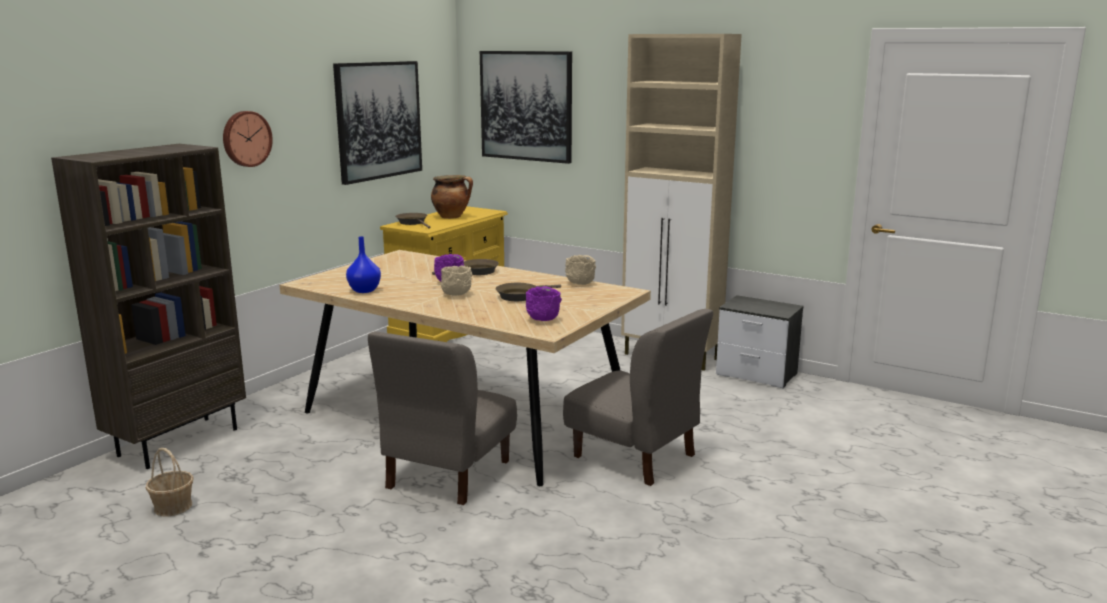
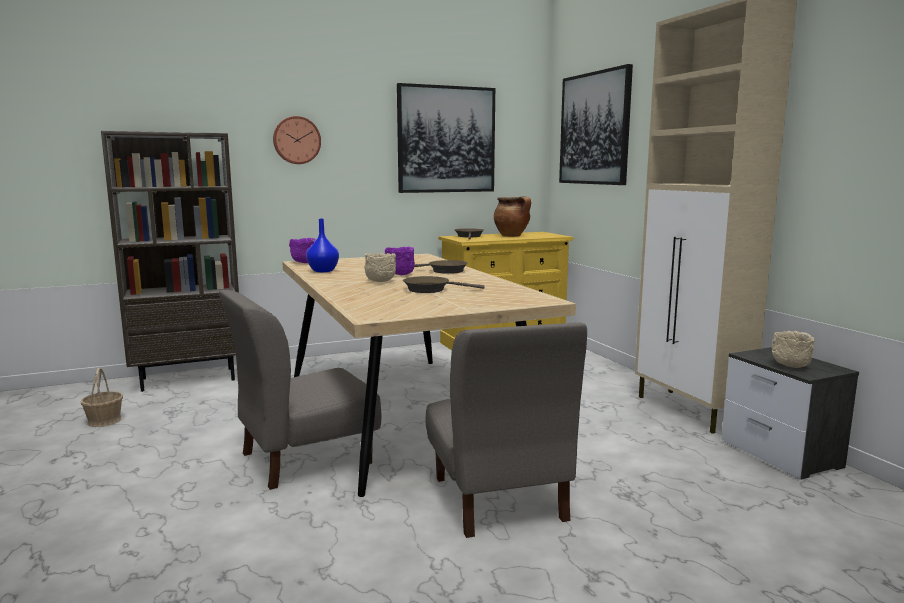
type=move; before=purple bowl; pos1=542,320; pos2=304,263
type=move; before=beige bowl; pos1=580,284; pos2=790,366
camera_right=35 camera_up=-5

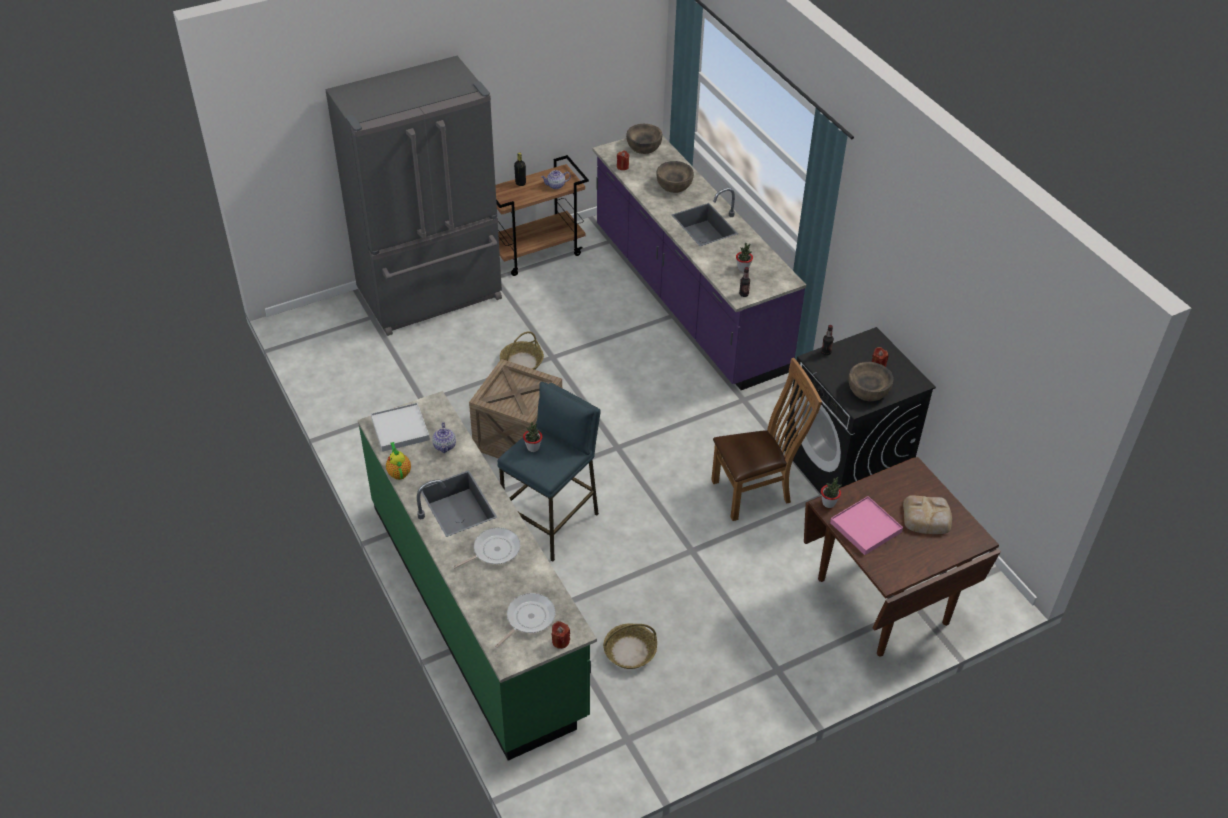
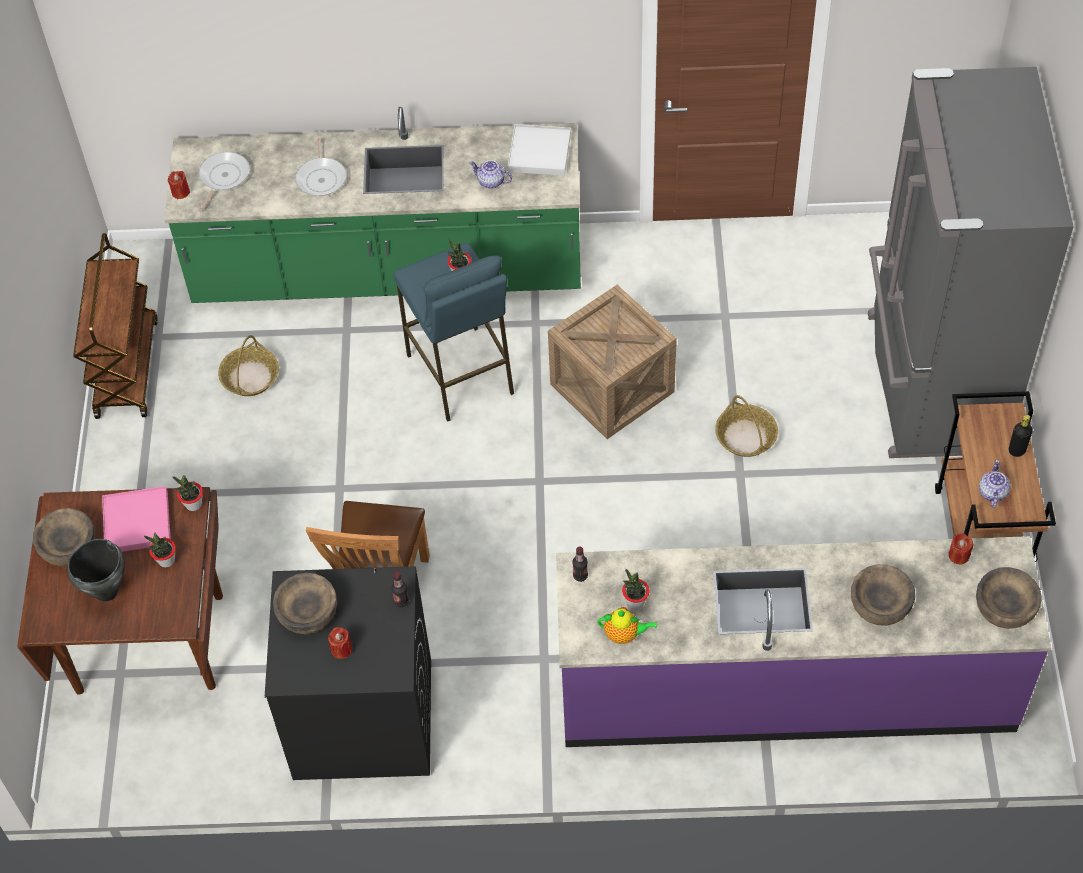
type=insert; after=brown bowl; pos2=69,546
type=replace; before=bread; after=black cooking pot; pos1=927,518; pos2=106,592
type=insert; after=brown cart; pos2=126,367
type=insert; after=potted plant; pos2=166,560
type=rotate; before=frying pan; pos1=528,618; pos2=223,177; turn=-135
type=move; before=teapot; pos1=399,472; pos2=624,635
camera_right=120 camera_up=10

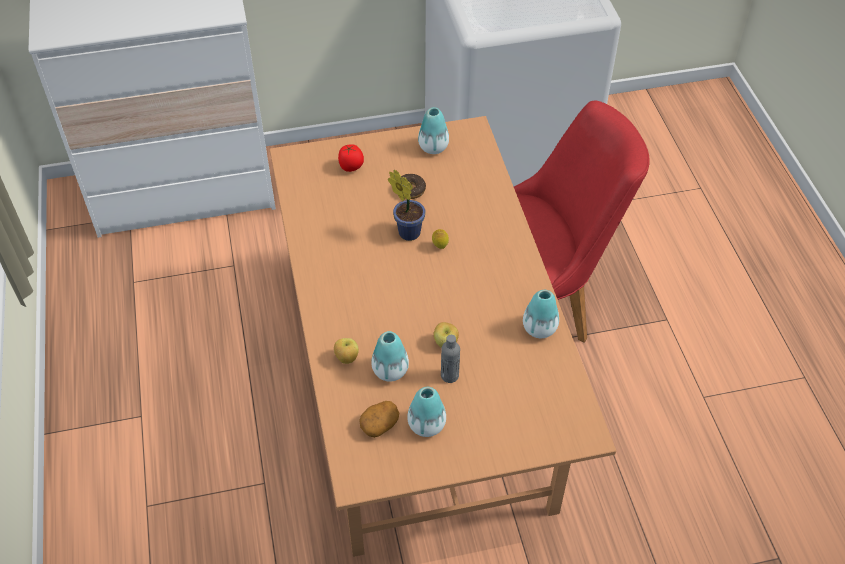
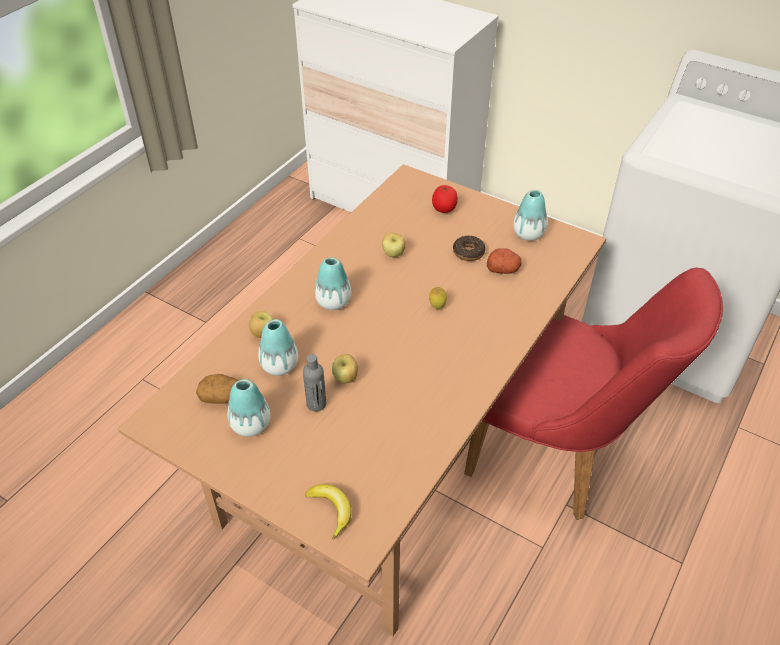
type=insert; after=banana; pos2=331,510
type=move; before=vase; pos1=539,328; pos2=333,302
type=insert; after=apple; pos2=394,254
type=insert; after=potato; pos2=503,269
type=delete; before=potted plant; pos1=407,231
camera_right=45 camera_up=-5

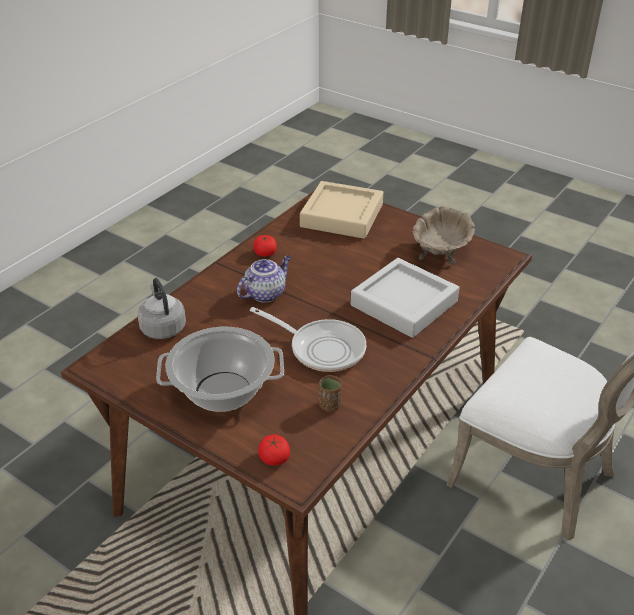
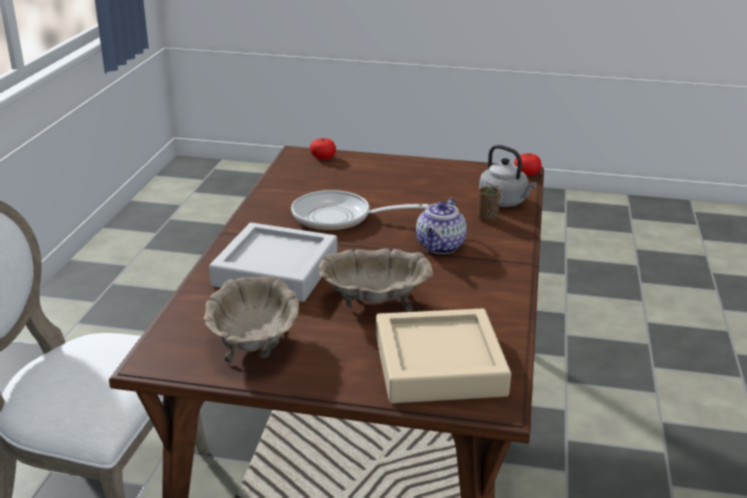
type=insert; after=beige bowl; pos2=374,303
type=move; before=brown cup; pos1=330,405; pos2=487,218
type=move; before=tomato; pos1=265,253; pos2=527,173
type=delete; before=cooking pot; pos1=222,392
camera_right=155 camera_up=-10

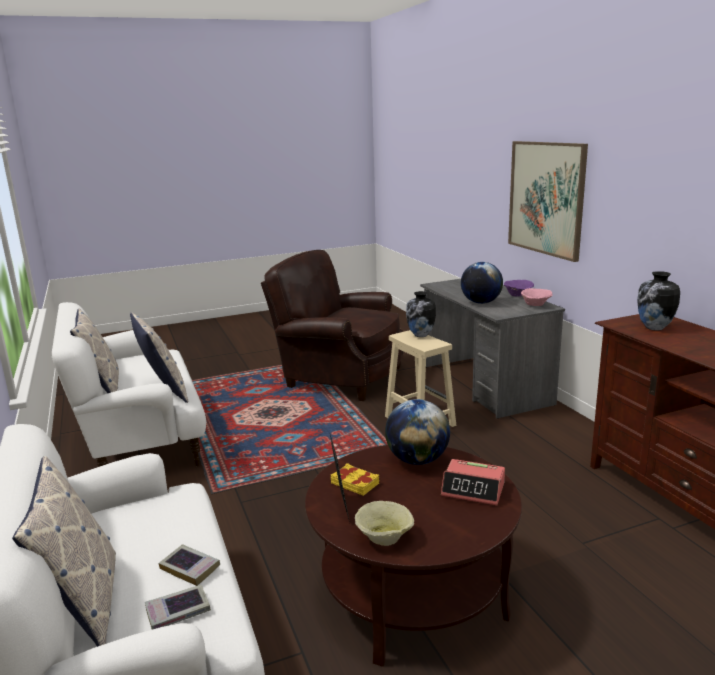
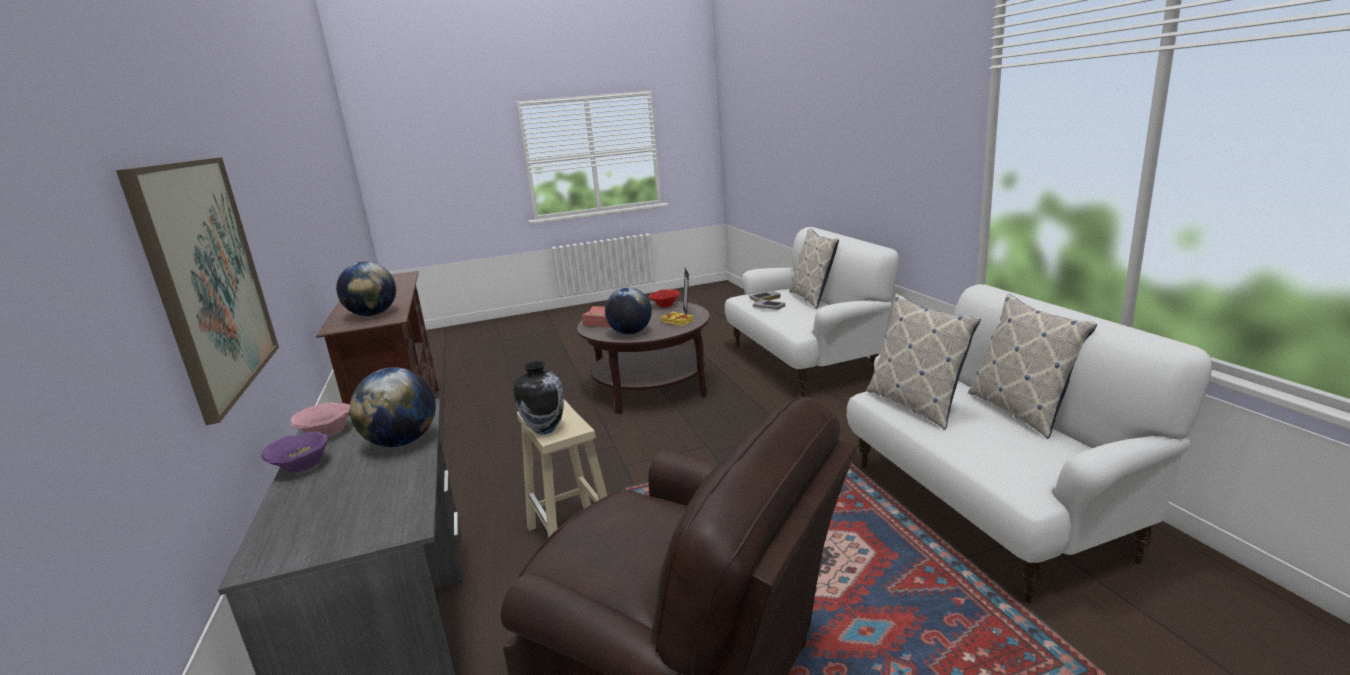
type=replace; before=vase; after=globe; pos1=654,328; pos2=373,314
type=recolor; before=beige bowl; after=red bowl; pos1=385,537; pos2=664,306
camera_right=-175 camera_up=0

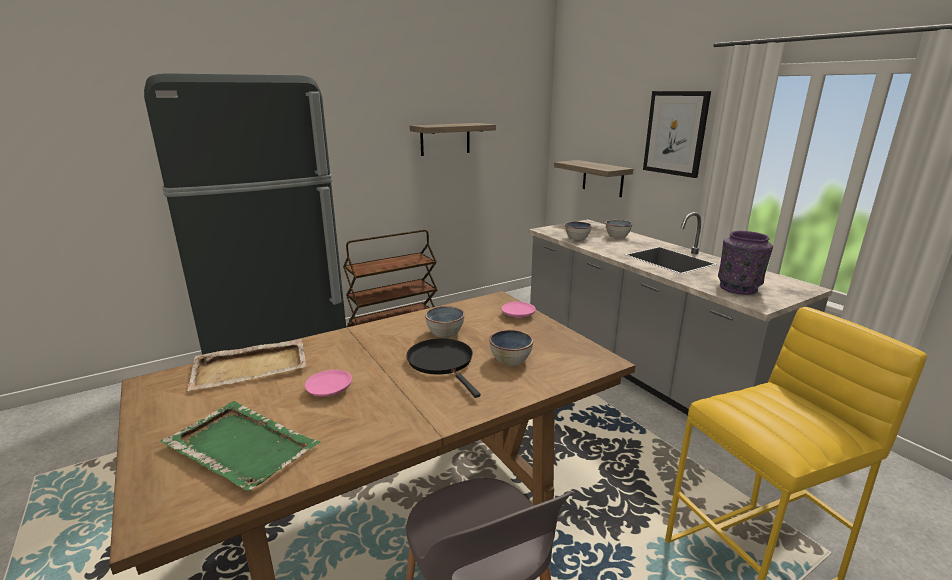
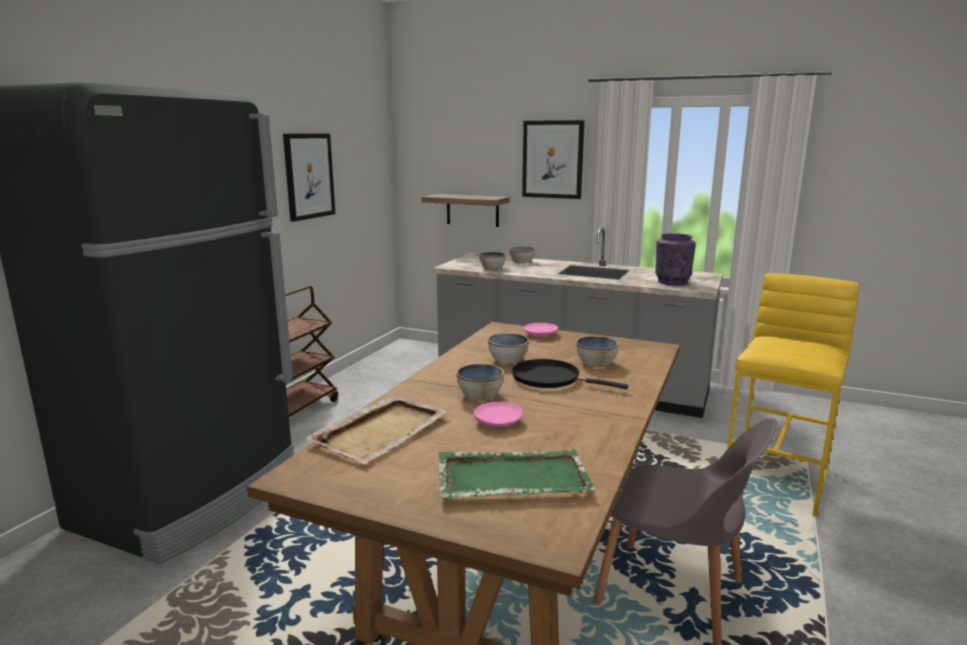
type=replace; before=shelf; after=picture; pos1=445,139; pos2=309,176
type=insert; after=bowl; pos2=480,395
camera_right=-35 camera_up=-5

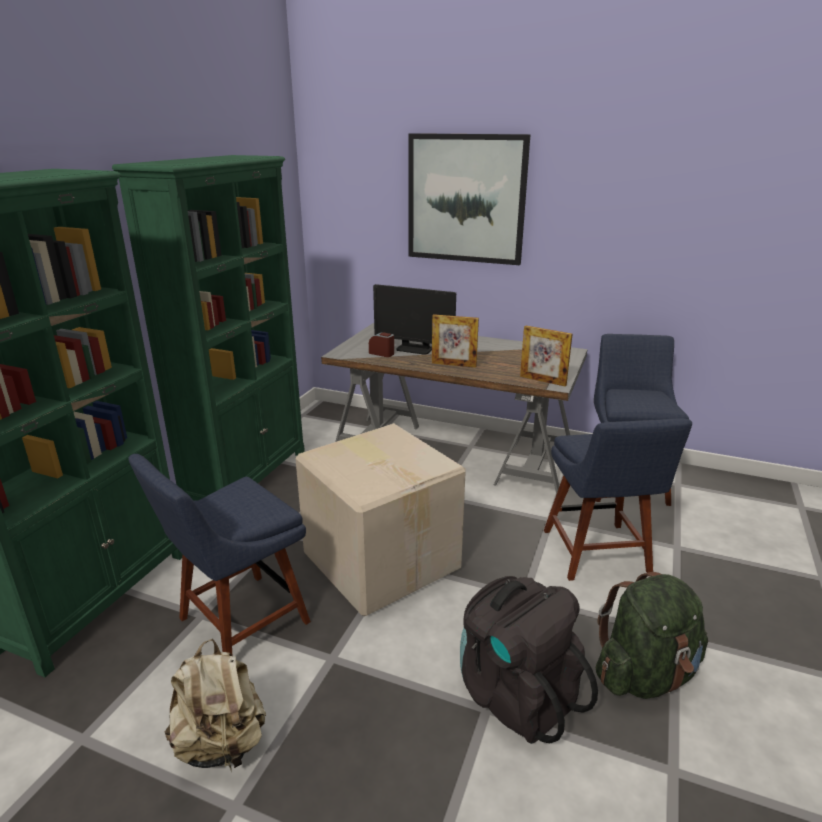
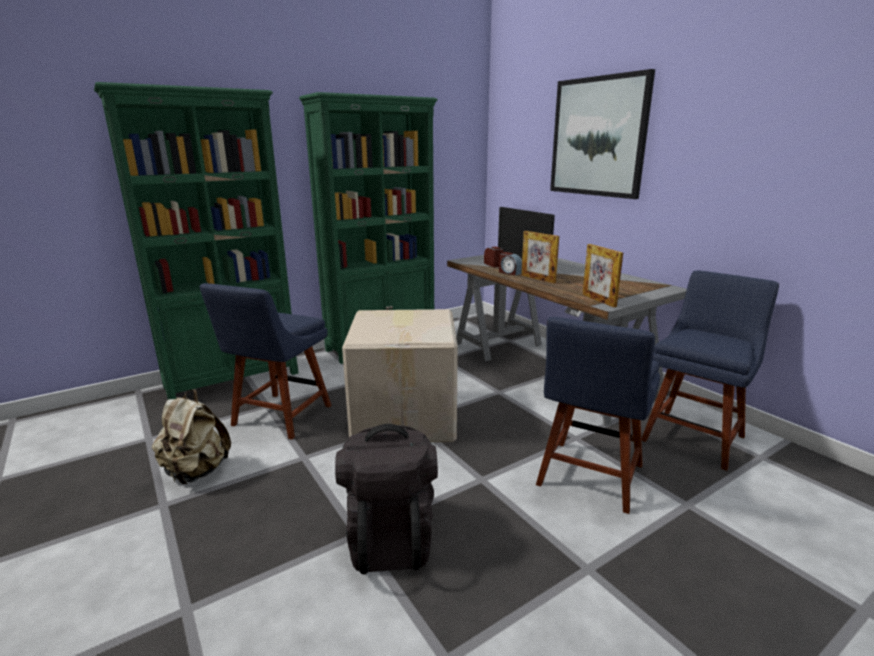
type=rotate; before=blue chair; pos1=238,624; pos2=279,418; turn=-60
type=insert; after=alarm clock; pos2=509,272
type=delete; before=green backpack; pos1=644,675
camera_right=35 camera_up=-5

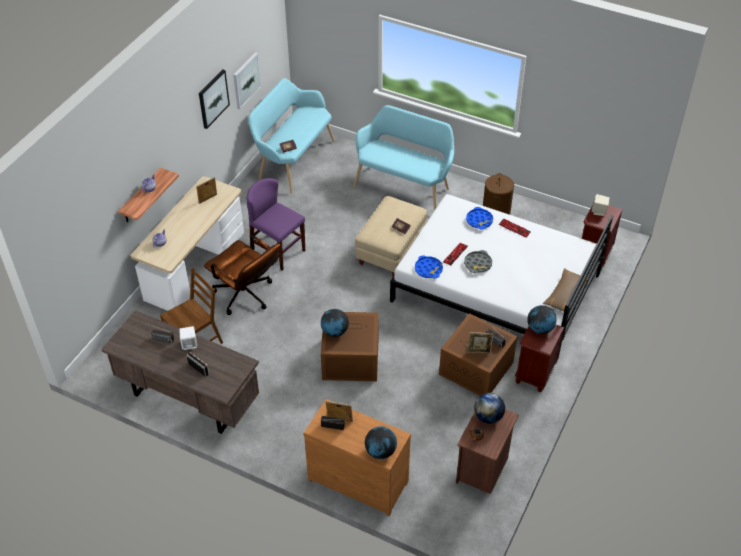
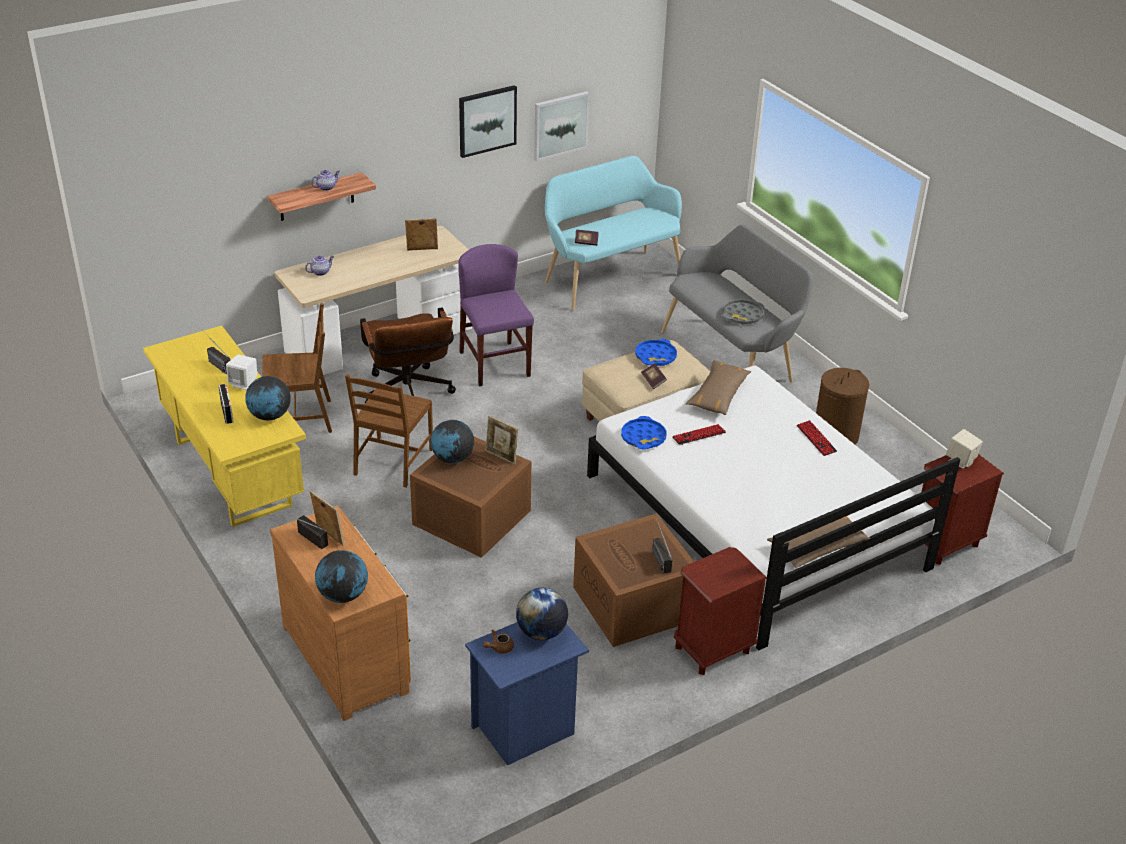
type=recolor; before=brown desk; after=yellow desk; pos1=188,399; pos2=231,473
type=move; before=globe; pos1=540,329; pos2=269,416
type=insert; after=brown chair; pos2=393,462
type=recolor; before=brown nightstand; after=blue nightstand; pos1=483,469; pos2=525,730
type=move; before=picture frame; pos1=479,351; pos2=501,456
type=move; before=blue tray; pos1=479,220; pos2=655,356
type=recolor; before=turquoise bench; after=grey bench; pos1=404,186; pos2=732,356
type=insert; after=brown pillow; pos2=718,395
type=move; before=grey tray; pos1=478,264; pos2=742,315
camera_right=30 camera_up=-10

